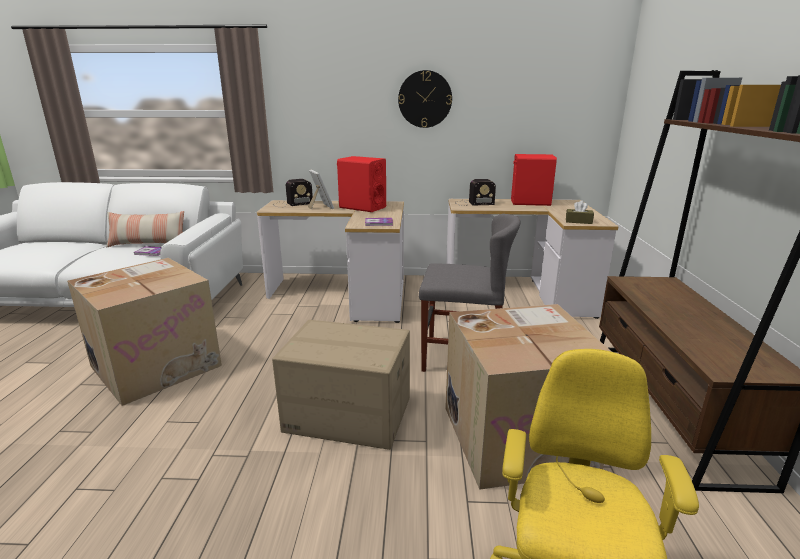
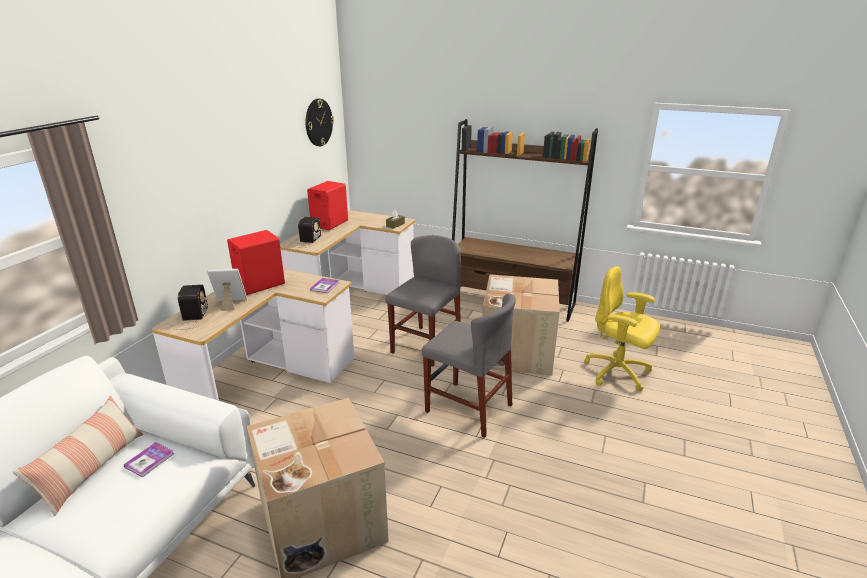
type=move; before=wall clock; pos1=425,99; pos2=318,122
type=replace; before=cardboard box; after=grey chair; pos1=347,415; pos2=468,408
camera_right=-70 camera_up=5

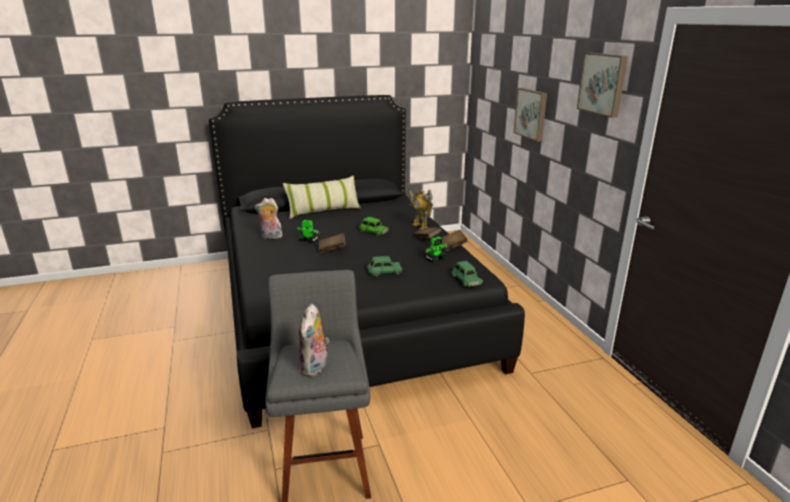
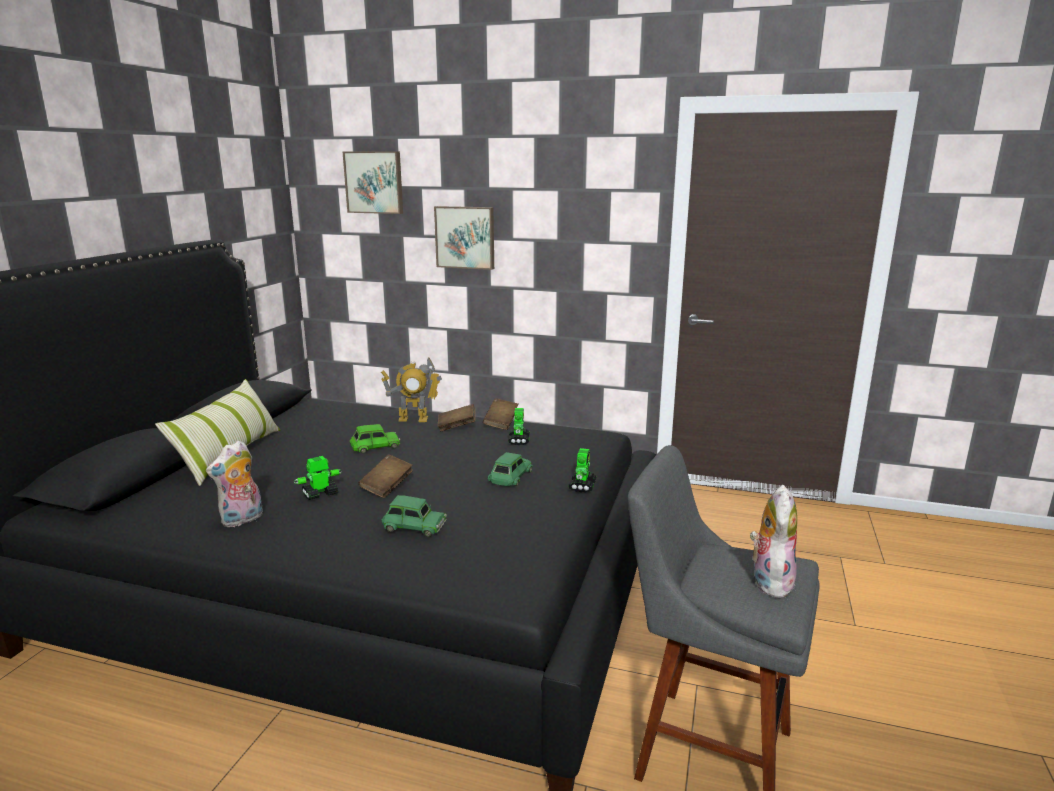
type=move; before=picture; pos1=603,84; pos2=374,182
type=move; before=green toy car; pos1=466,279; pos2=413,525
type=insert; after=toy robot; pos2=582,486
type=rotate; before=plush toy; pos1=315,367; pos2=769,580; turn=-120
camera_right=-55 camera_up=-5

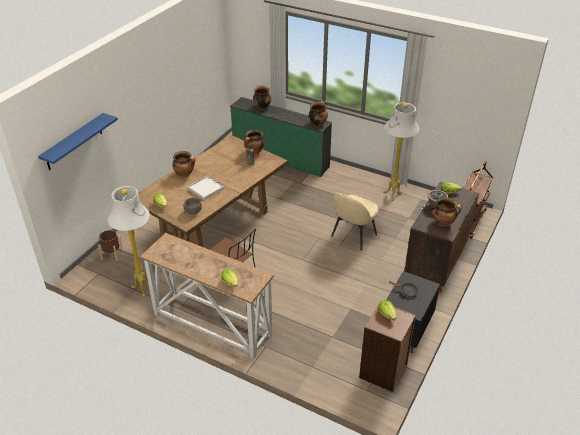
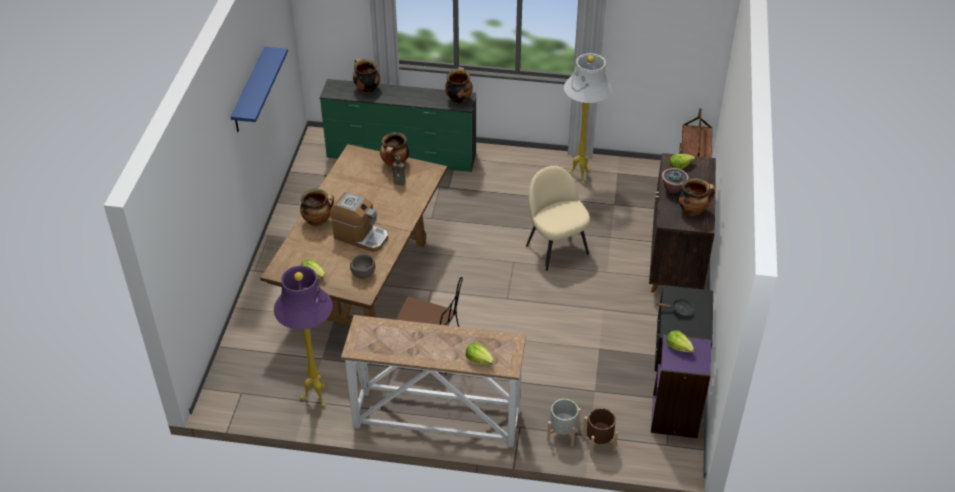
type=move; before=blue shelf; pos1=74,142; pos2=249,91
type=recolor; before=white floor lamp; after=purple floor lamp; pos1=143,288; pos2=316,396
type=replace; before=white tray; after=coffee machine; pos1=206,189; pos2=361,236
type=rotate; before=beige chair; pos1=353,236; pos2=556,248; turn=135
type=insert; after=grey planter; pos2=563,433
type=move; before=brown planter; pos1=112,254; pos2=599,442
type=recolor; before=brown bookcase; after=purple bookcase; pos1=383,371; pos2=675,416
camera_right=-20 camera_up=5

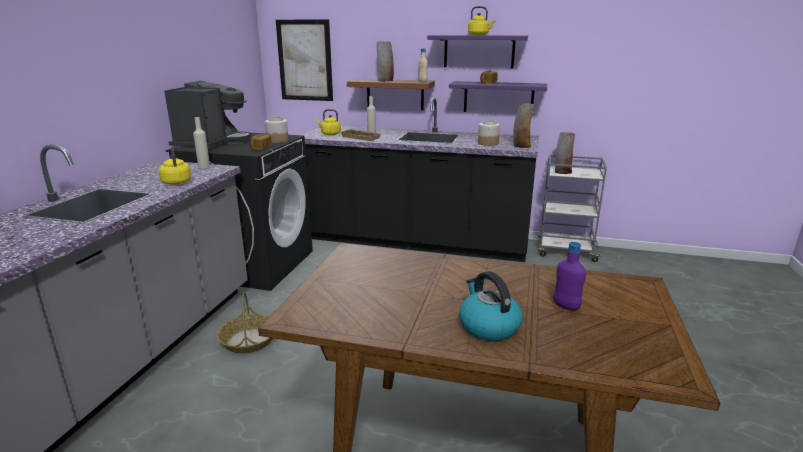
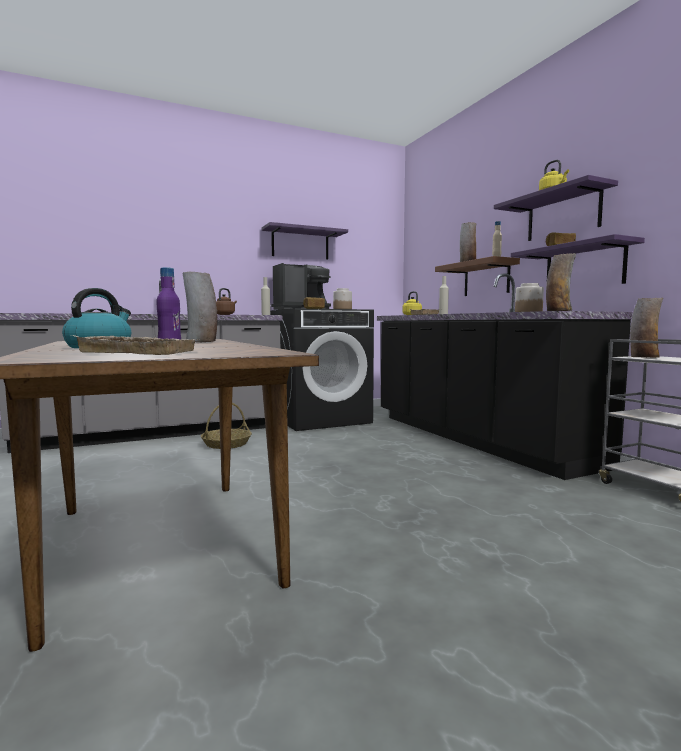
type=insert; after=beige tray; pos2=142,352
type=insert; after=vase; pos2=201,341
type=recolor; before=yellow kettle; after=brown kettle; pos1=176,182; pos2=225,314
type=insert; after=purple shelf; pos2=300,244
type=delete; before=picture; pos1=305,60
camera_right=50 camera_up=-15

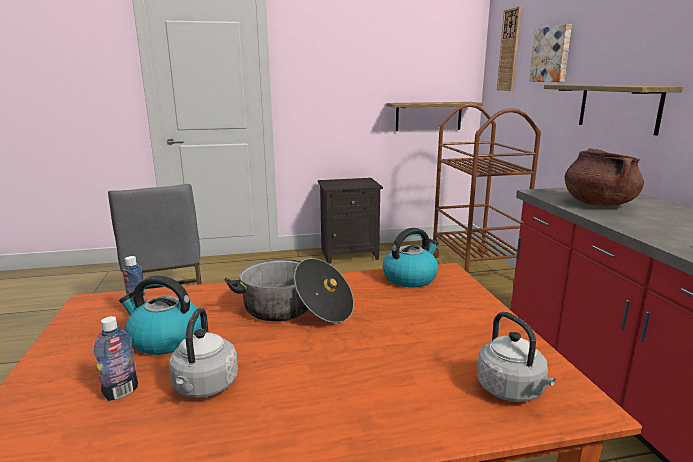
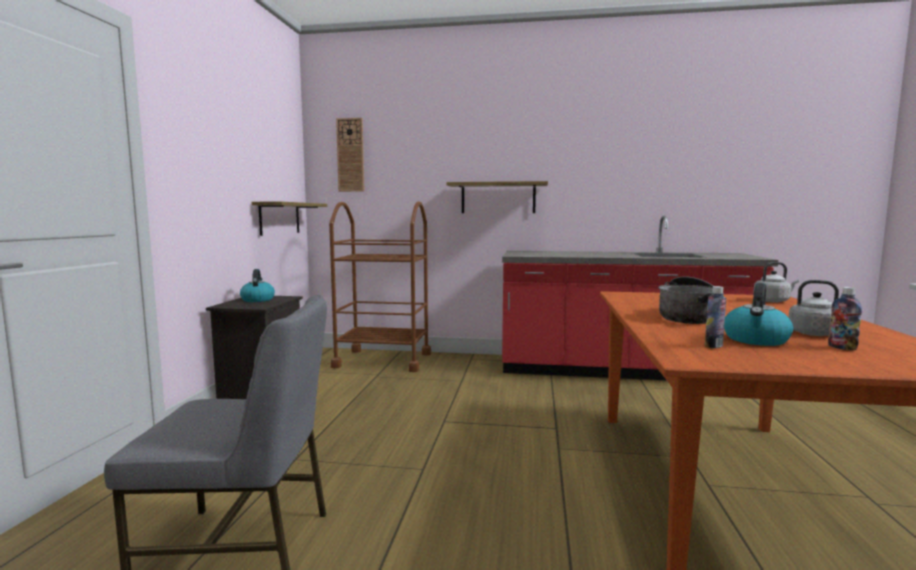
type=move; before=kettle; pos1=410,278; pos2=257,299
type=delete; before=picture; pos1=551,54
type=delete; before=brown cooking pot; pos1=598,203
camera_right=-70 camera_up=-10

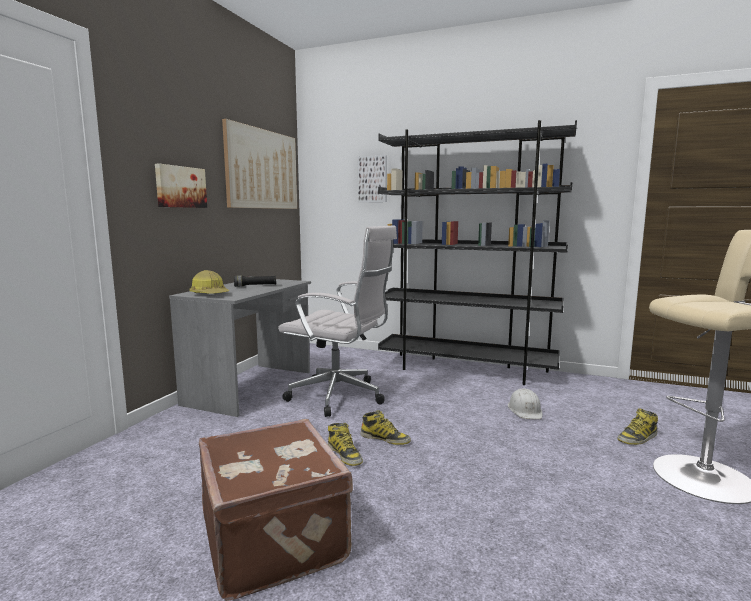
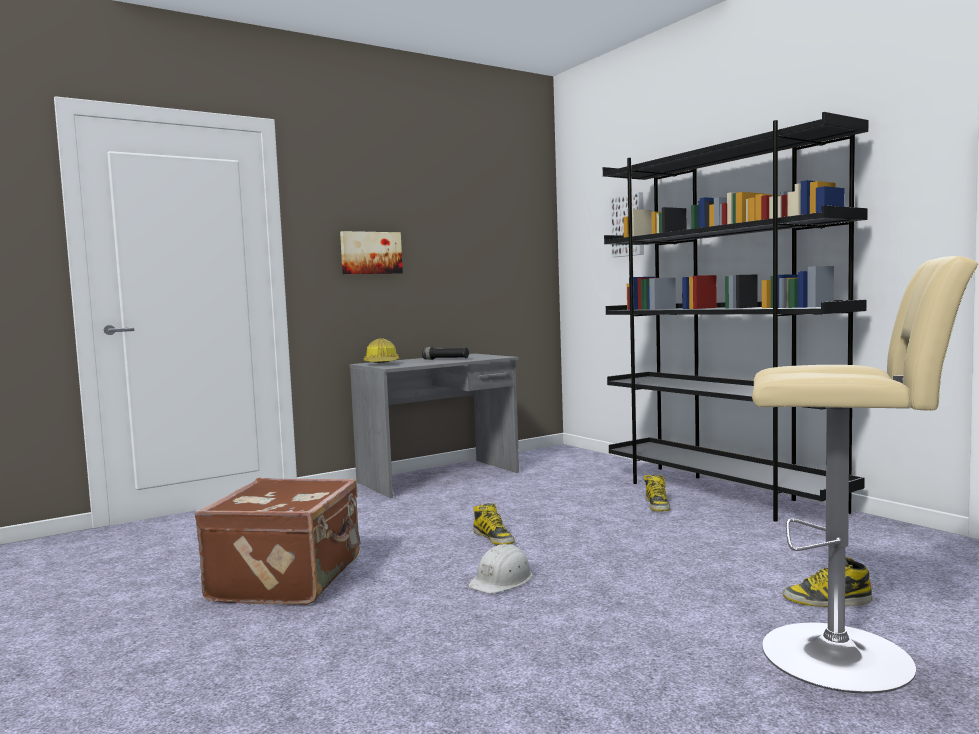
type=move; before=white hard hat; pos1=525,410; pos2=502,580
type=move; before=boot; pos1=345,454; pos2=657,505
type=delete; before=picture; pos1=262,169
type=delete; before=white office chair; pos1=341,397
camera_right=35 camera_up=-5

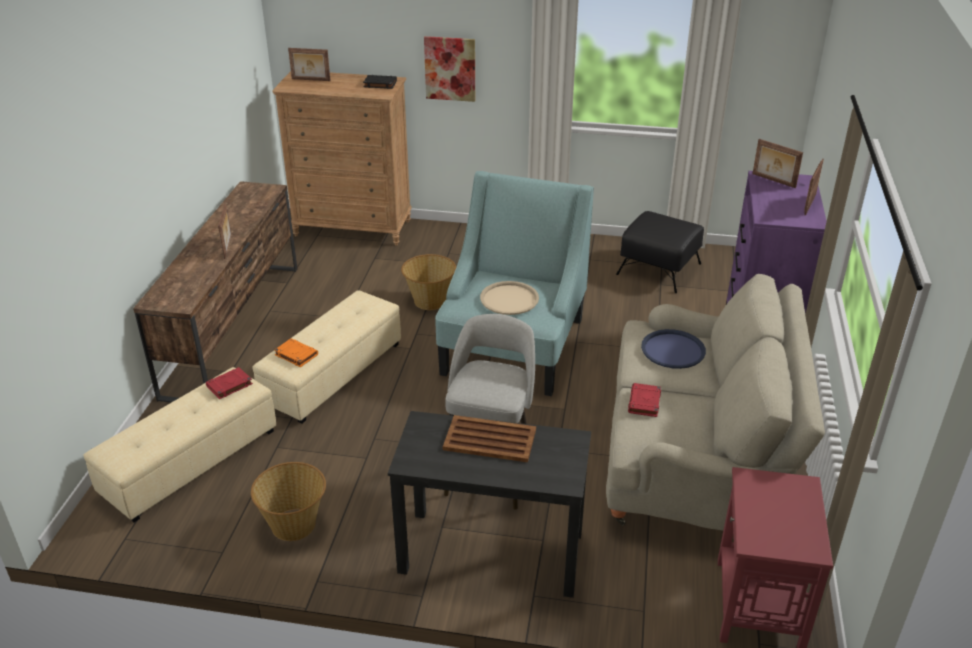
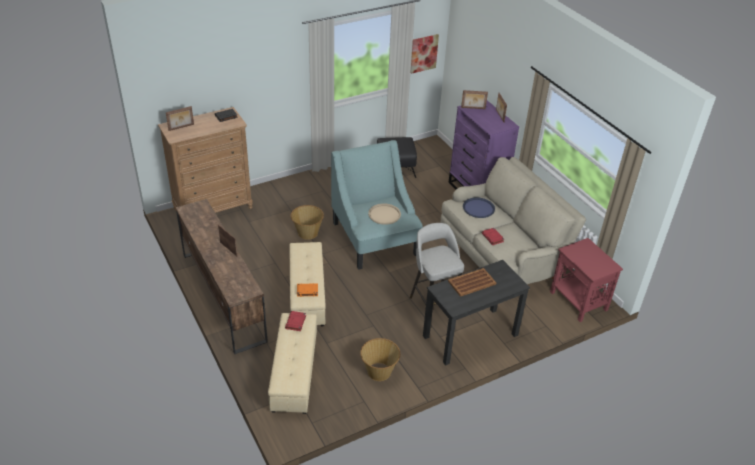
type=move; before=picture; pos1=450,68; pos2=424,53
camera_right=-40 camera_up=5

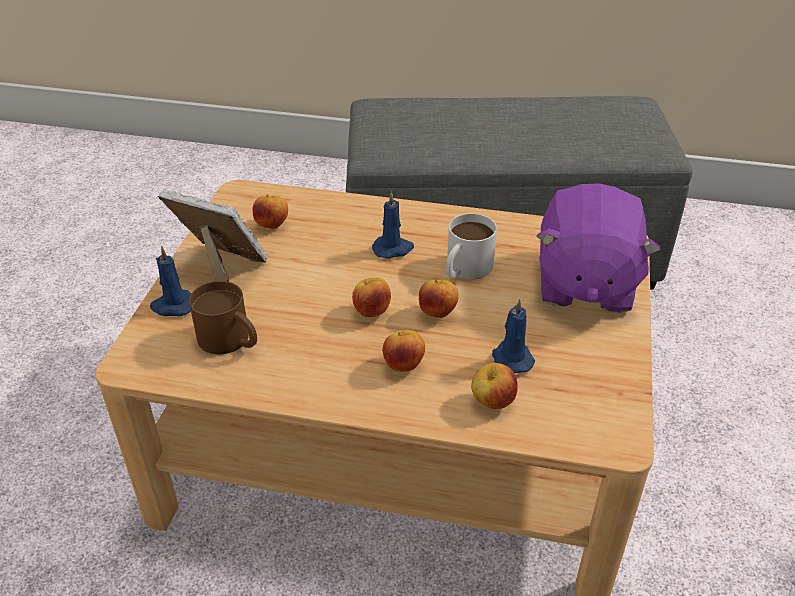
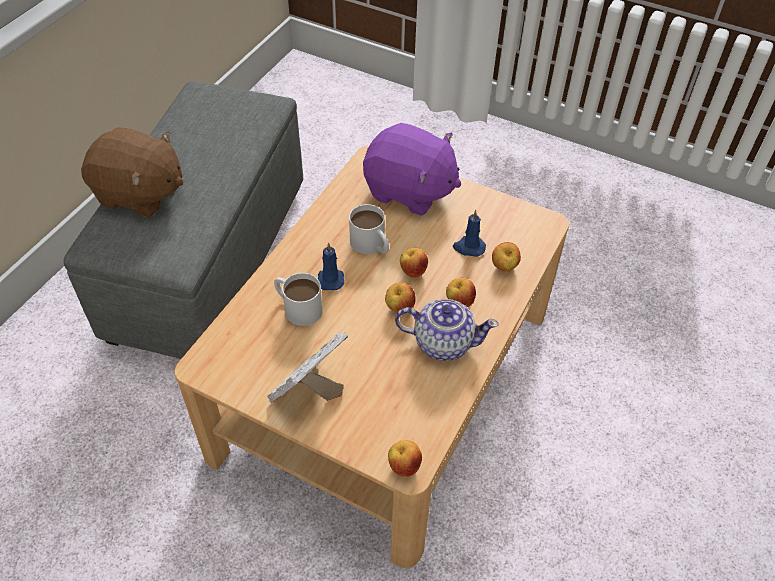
type=insert; after=brown plush toy; pos2=140,194
type=insert; after=white mug; pos2=297,307
type=move; before=apple; pos1=272,225; pos2=404,466
type=insert; after=teapot; pos2=442,342
type=delete; before=blue candle; pos1=173,306
type=delete; before=brown mug; pos1=231,341
camera_right=-75 camera_up=10

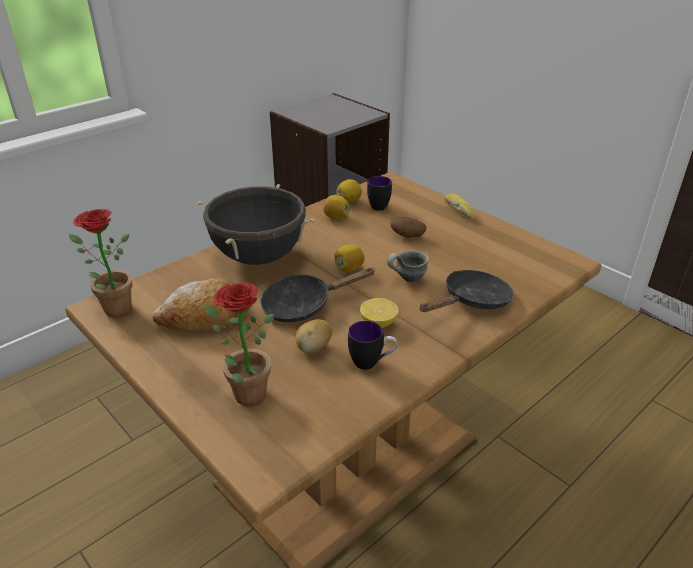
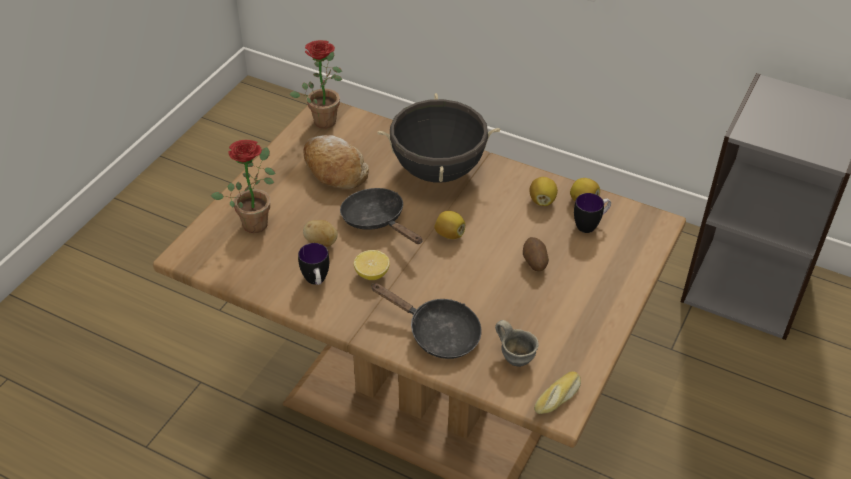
type=move; before=grey mug; pos1=407,278; pos2=516,356
type=move; before=bread; pos1=460,211; pos2=558,398
camera_right=70 camera_up=10

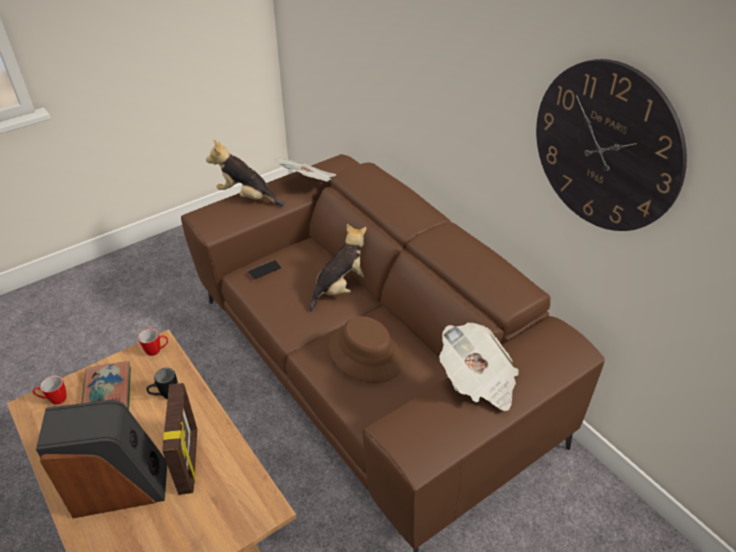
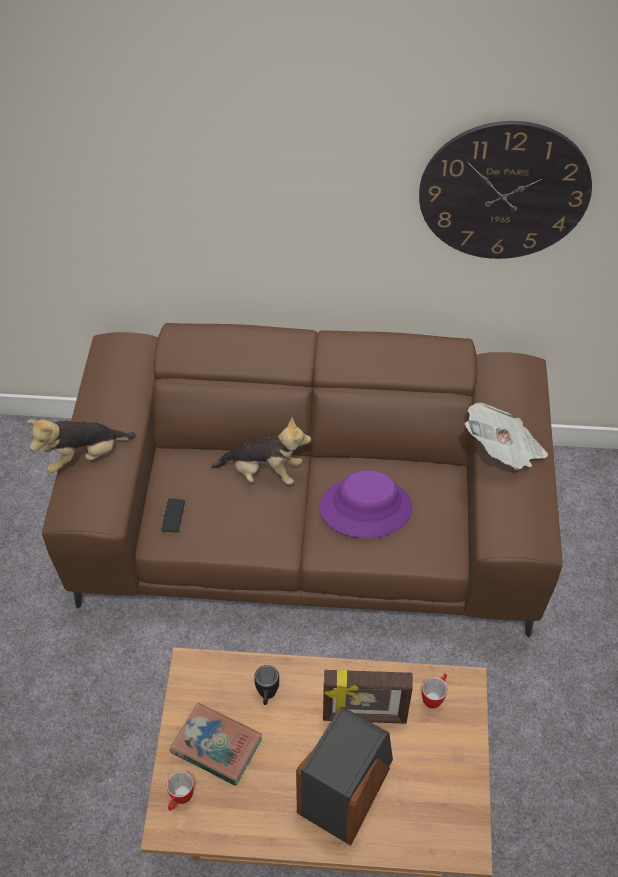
type=rotate; before=plush toy; pos1=340,288; pos2=263,472; turn=105
type=recolor; before=brown hat; after=purple hat; pos1=366,353; pos2=366,508
type=rotate; before=picture frame; pos1=189,460; pos2=364,717; turn=150
type=move; before=mug; pos1=157,351; pos2=434,697
type=delete; before=newspaper; pos1=308,183
camera_right=-50 camera_up=10

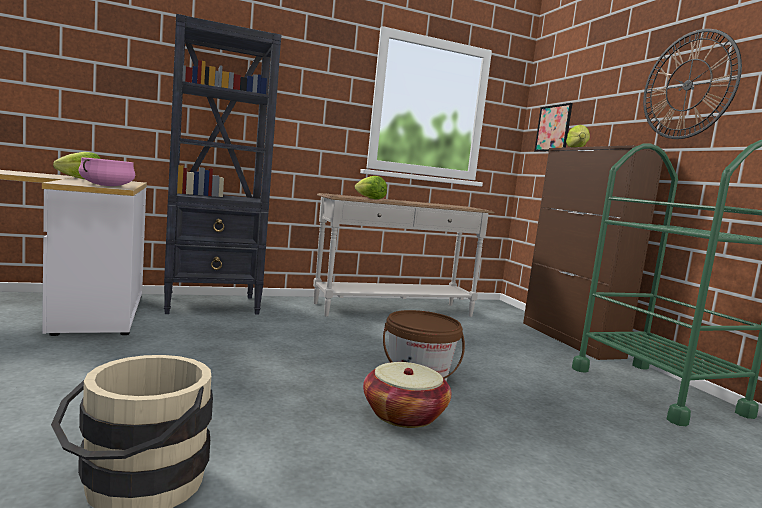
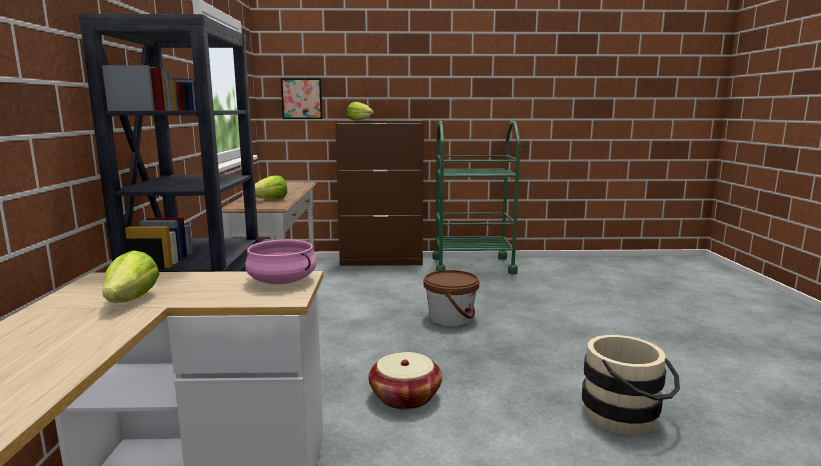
type=move; before=basket; pos1=404,415; pos2=405,397
type=delete; before=wall clock; pos1=688,85
camera_right=-70 camera_up=5

